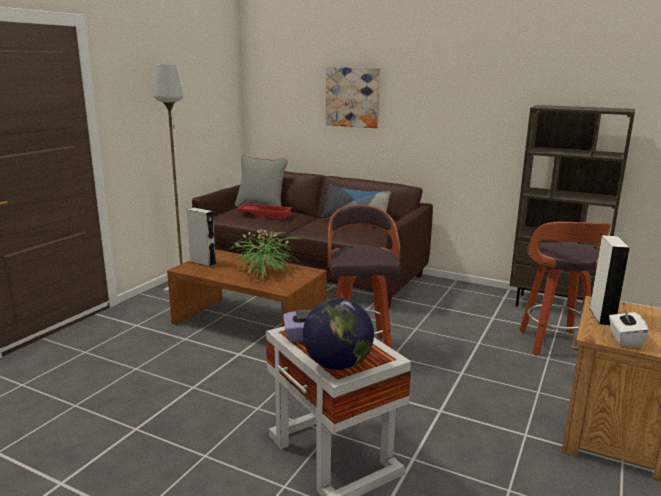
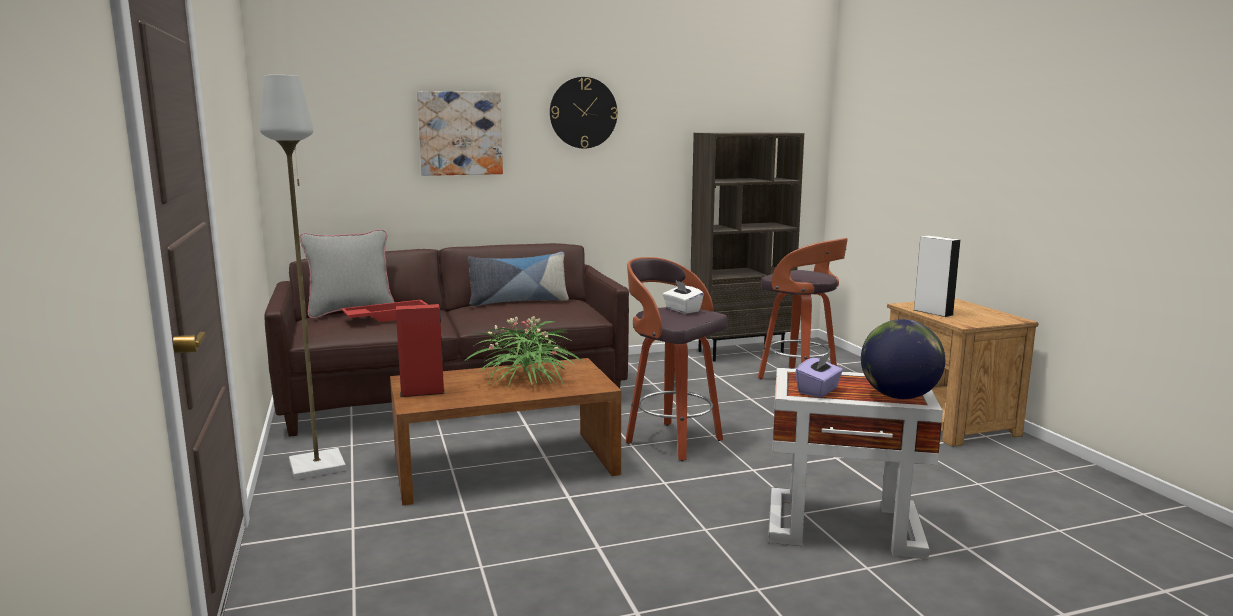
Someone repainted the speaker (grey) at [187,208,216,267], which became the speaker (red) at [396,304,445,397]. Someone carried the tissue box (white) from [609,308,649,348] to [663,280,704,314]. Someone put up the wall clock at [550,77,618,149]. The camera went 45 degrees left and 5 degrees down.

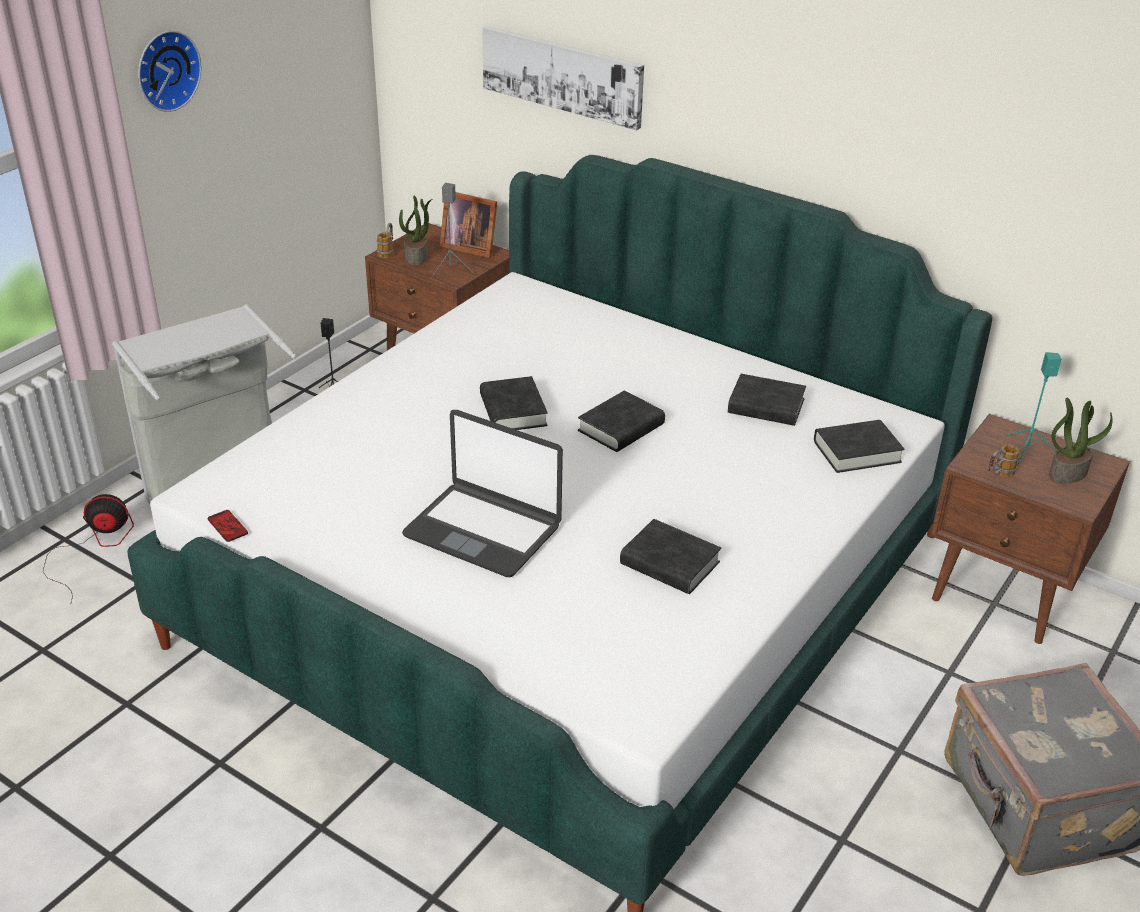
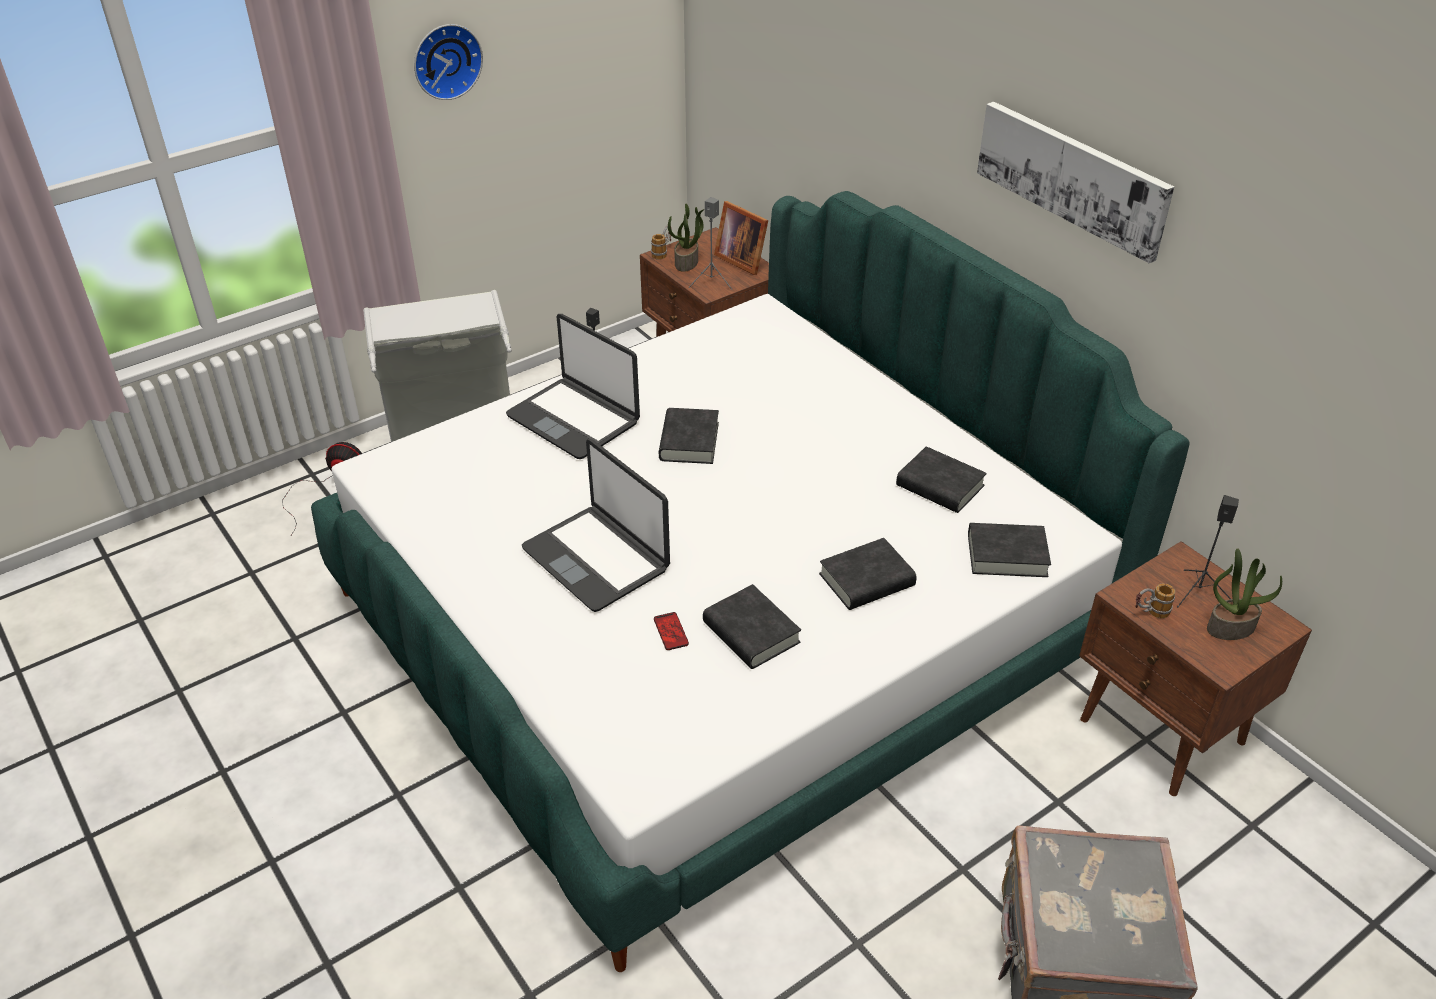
Someone carried the phone from [208,510,248,542] to [654,612,689,650]. Someone carried the picture from [482,26,644,130] to [977,102,1174,263]. Someone carried the book (black) from [578,390,665,452] to [819,538,917,610]. Someone repainted the speaker (turquoise) at [1005,352,1061,466], which became the speaker (black) at [1177,495,1239,608]. Someone put down the laptop at [506,314,640,459]. The camera went 20 degrees right and 5 degrees up.

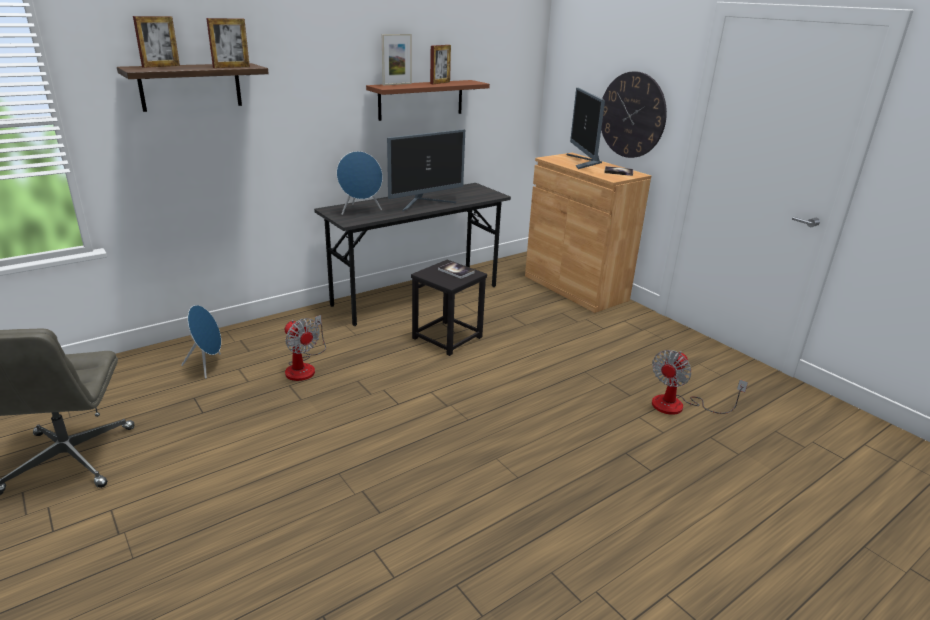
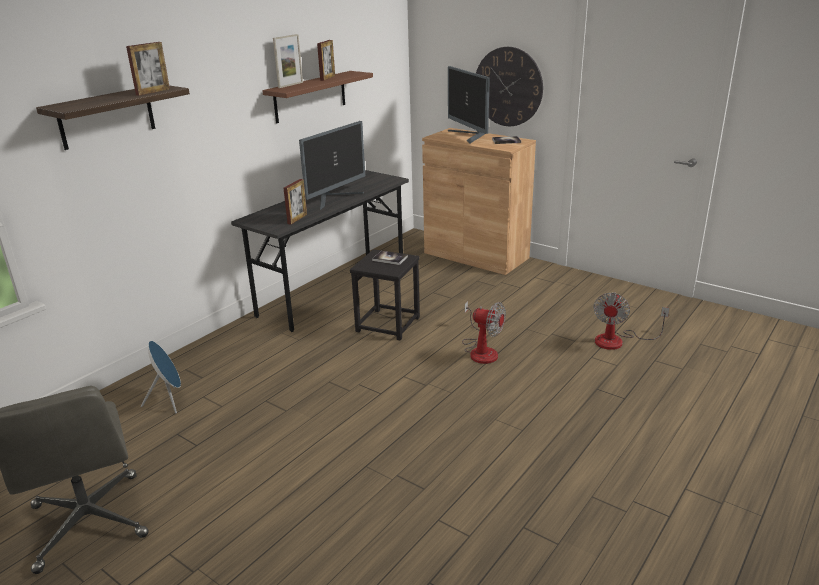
Someone carried the picture frame from [133,16,180,68] to [284,179,307,225]. Someone carried the fan from [285,315,326,381] to [462,301,506,364]. Someone took away the speaker (blue) at [337,151,383,215]. The camera went 15 degrees left and 0 degrees up.

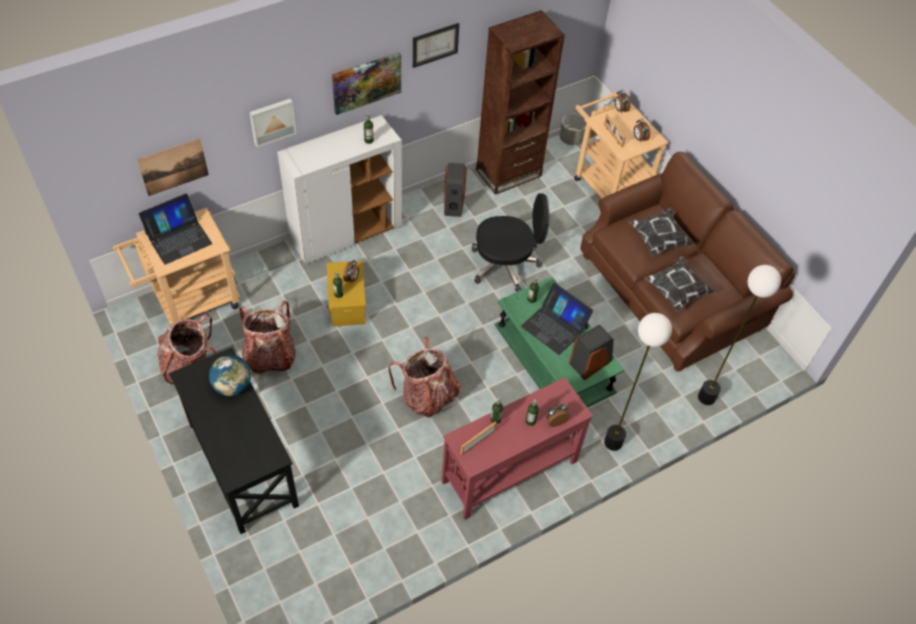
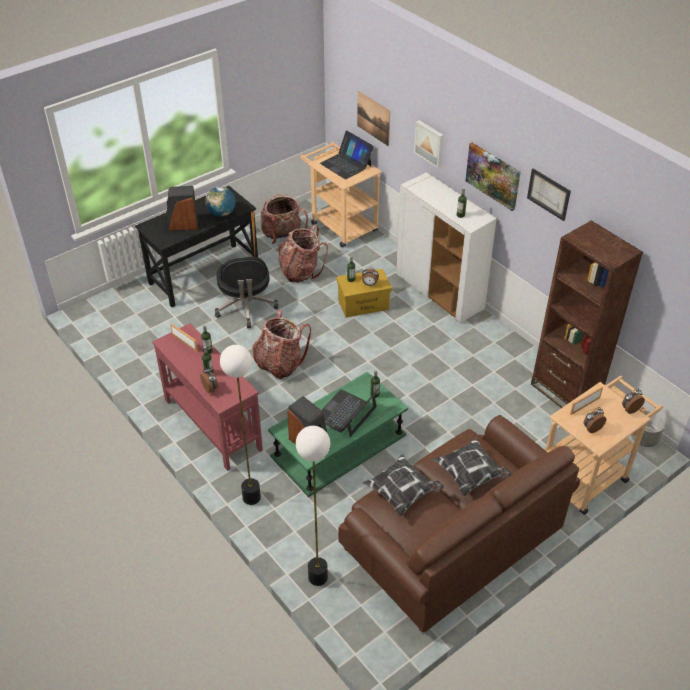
Someone carried the speaker from [444,163,467,217] to [166,186,198,231]. Someone carried the office chair (black) from [472,193,549,292] to [215,257,279,328]. The camera went 85 degrees right and 10 degrees down.

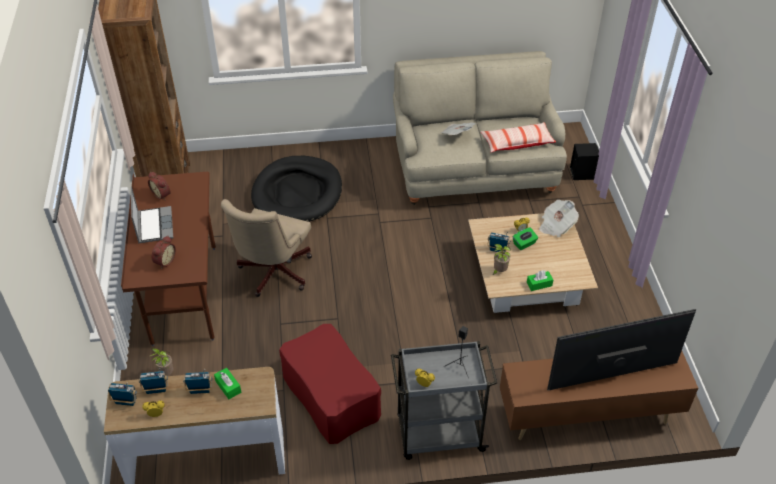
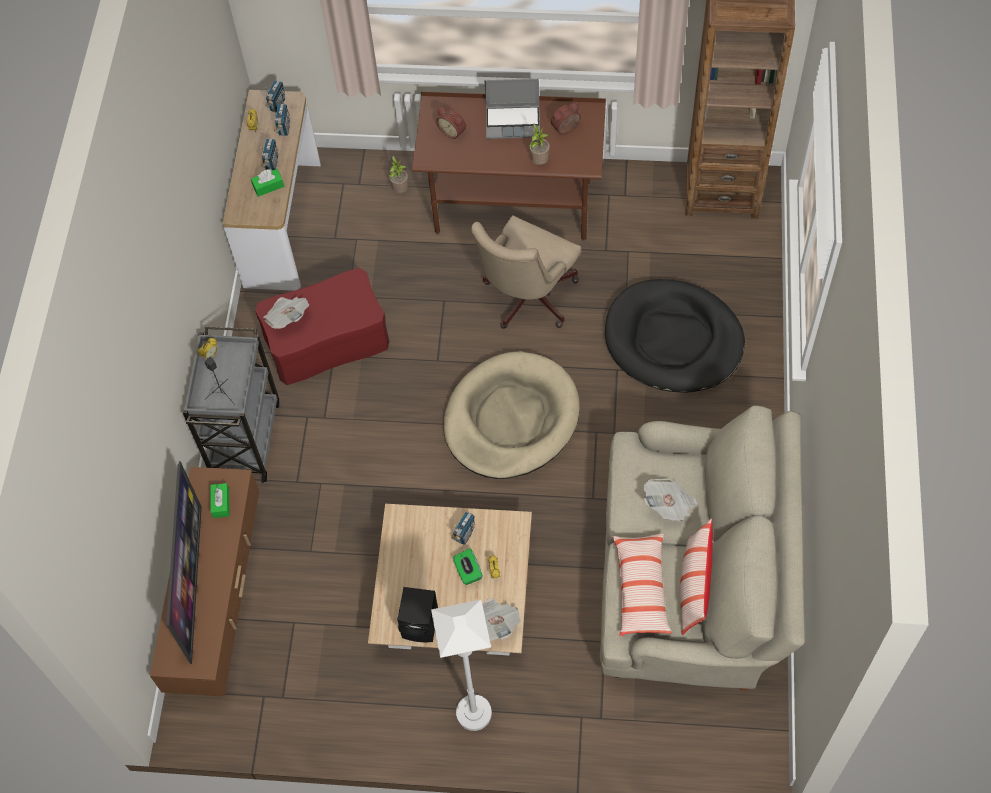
Someone rotated the office chair (beige) at [221,199,312,297] by 90 degrees counterclockwise. Someone carried the potted plant from [493,244,510,275] to [529,124,550,165]. Someone carried the tissue box (green) from [527,270,553,291] to [210,483,230,518]. Someone carried the speaker (black) from [570,143,599,180] to [397,587,438,642]. Someone put down the newspaper at [263,297,310,329]. Someone put down the floor lamp (white) at [431,600,492,731]. Someone put down the dog bed (beige) at [443,351,580,479]. Someone put down the pillow at [680,518,713,635]. The camera went 105 degrees right and 15 degrees up.

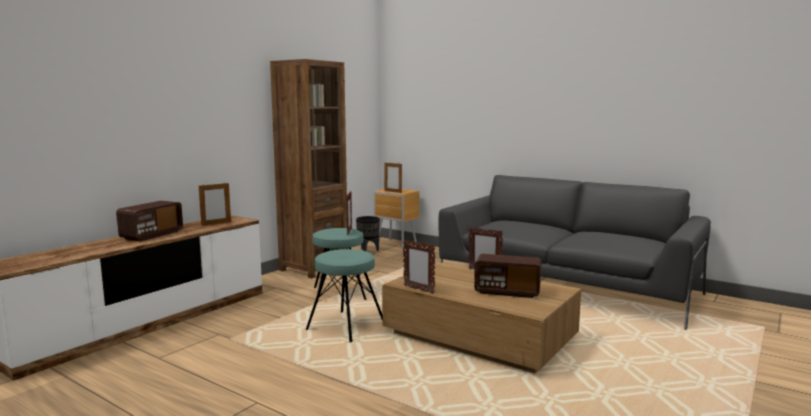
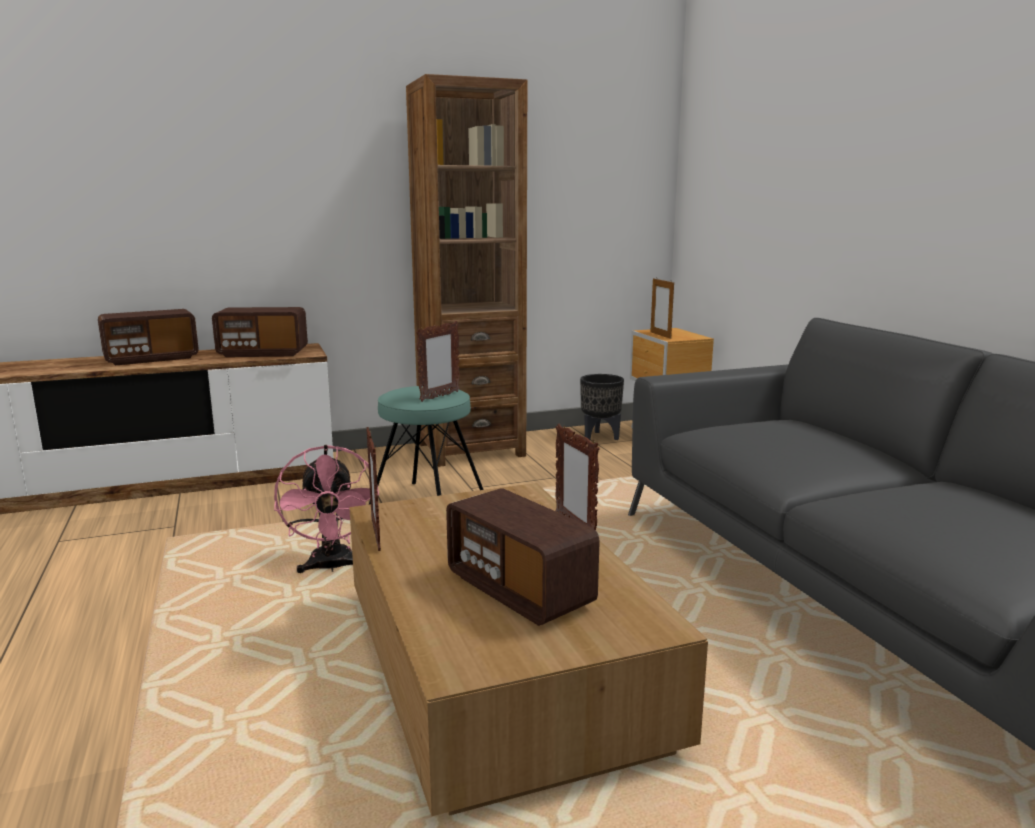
Someone swapped the picture frame at [199,182,231,226] for the radio at [212,307,308,357]. Someone swapped the stool (turquoise) at [306,249,382,343] for the fan (pink) at [274,445,379,573]. The camera went 35 degrees right and 5 degrees up.

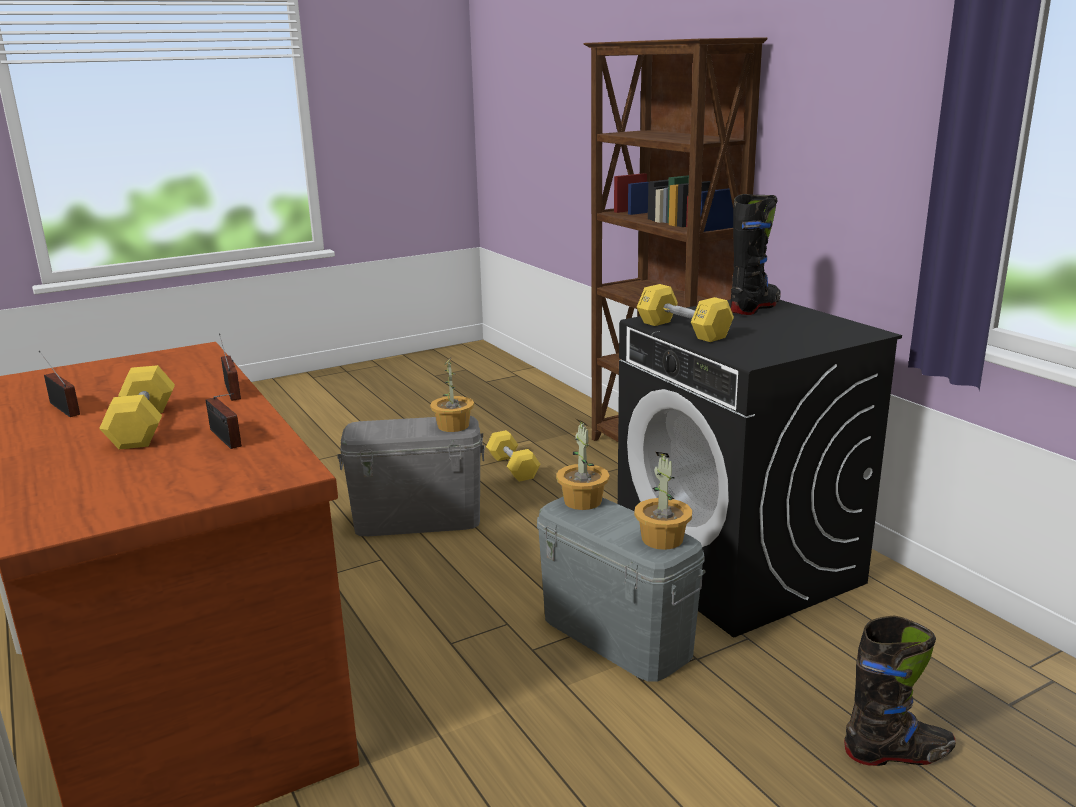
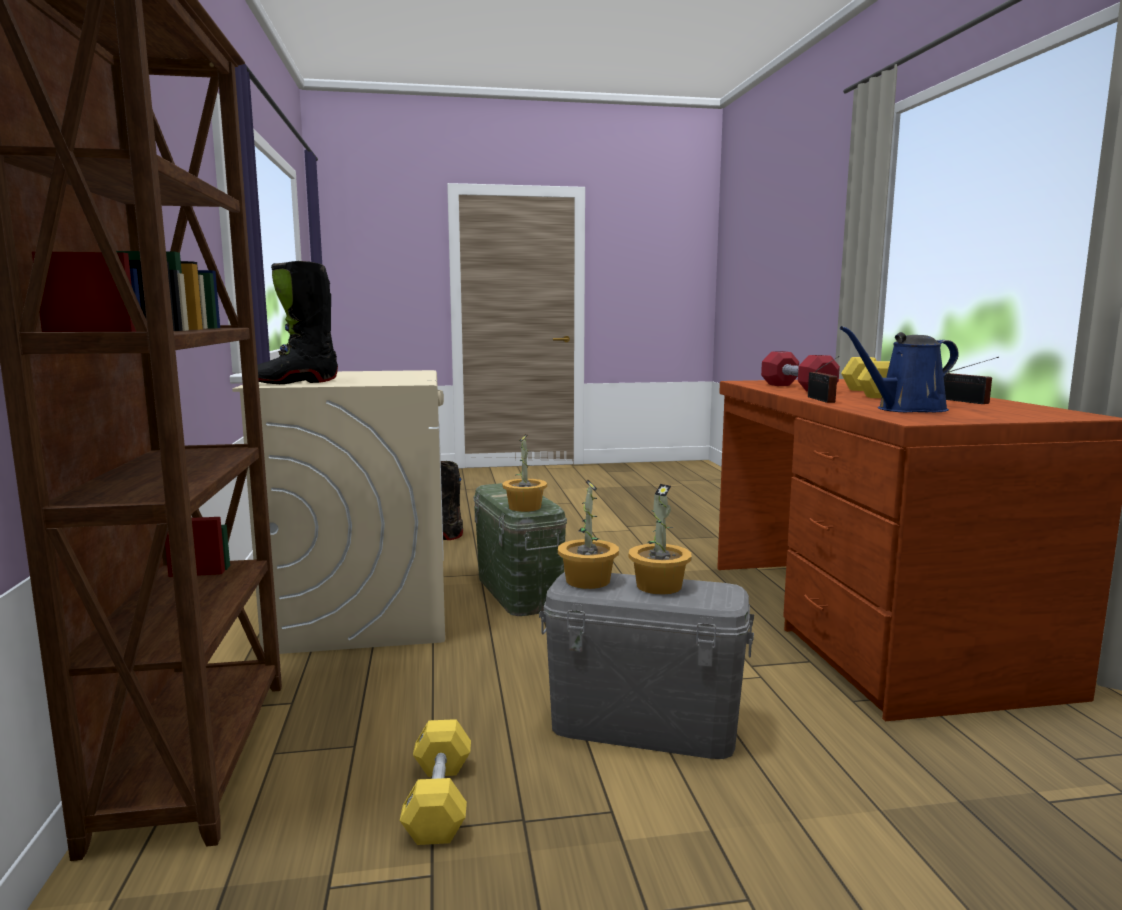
Someone swapped the radio at [206,393,242,449] for the dumbbell (red) at [761,351,840,392]. Someone repainted the storage box (grey) at [537,497,705,682], which became the storage box (green) at [474,483,567,616]. Someone repainted the washing machine (black) at [618,299,902,637], which became the washing machine (beige) at [232,370,445,654]. Someone carried the potted plant from [634,452,692,550] to [629,484,691,595]. Someone took away the dumbbell (yellow) at [637,284,734,342]. Someone put down the watering can (blue) at [840,326,959,412]. The camera went 160 degrees left and 10 degrees down.

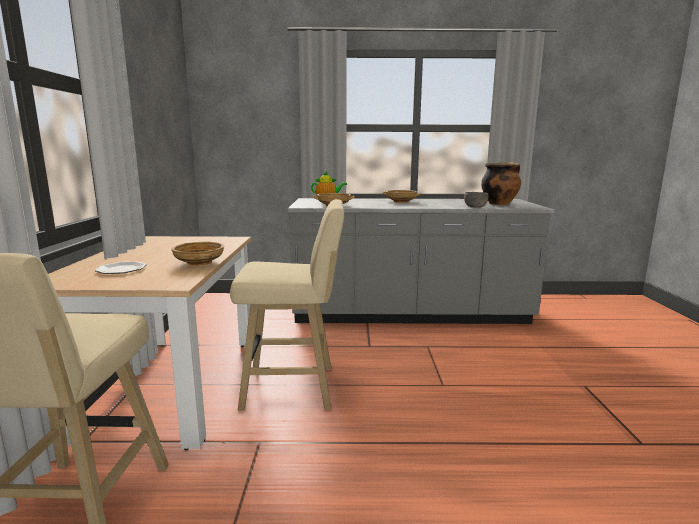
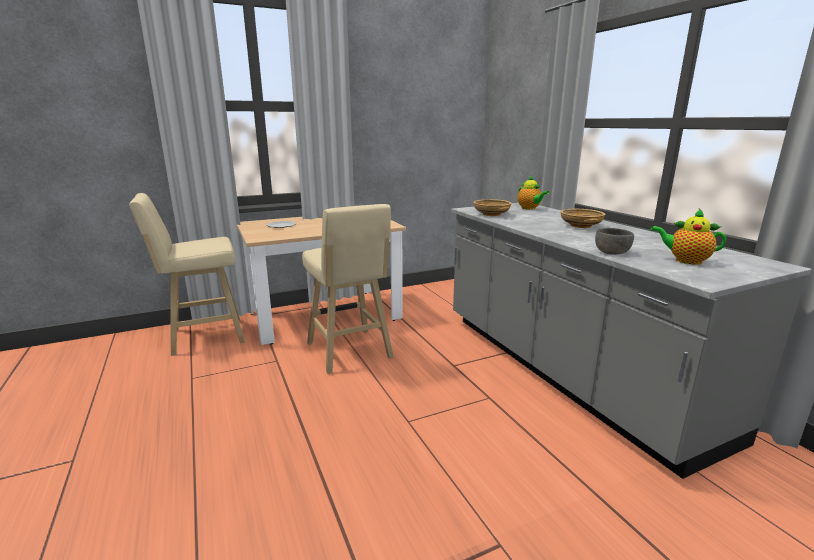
Someone took away the bowl (beige) at [171,242,225,266]. Someone swapped the cooking pot at [481,162,521,205] for the teapot at [651,208,726,265]. The camera went 65 degrees right and 5 degrees up.

